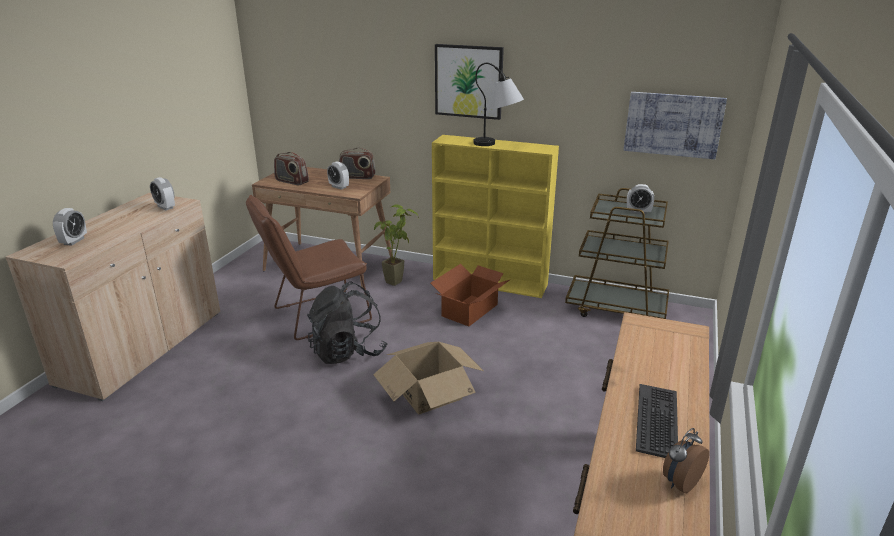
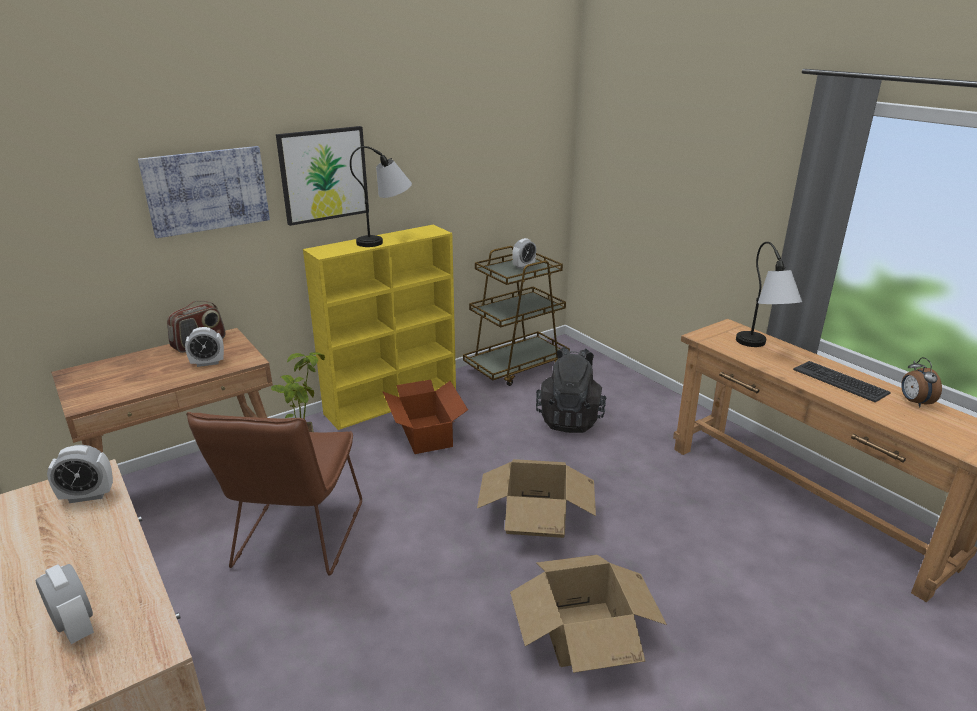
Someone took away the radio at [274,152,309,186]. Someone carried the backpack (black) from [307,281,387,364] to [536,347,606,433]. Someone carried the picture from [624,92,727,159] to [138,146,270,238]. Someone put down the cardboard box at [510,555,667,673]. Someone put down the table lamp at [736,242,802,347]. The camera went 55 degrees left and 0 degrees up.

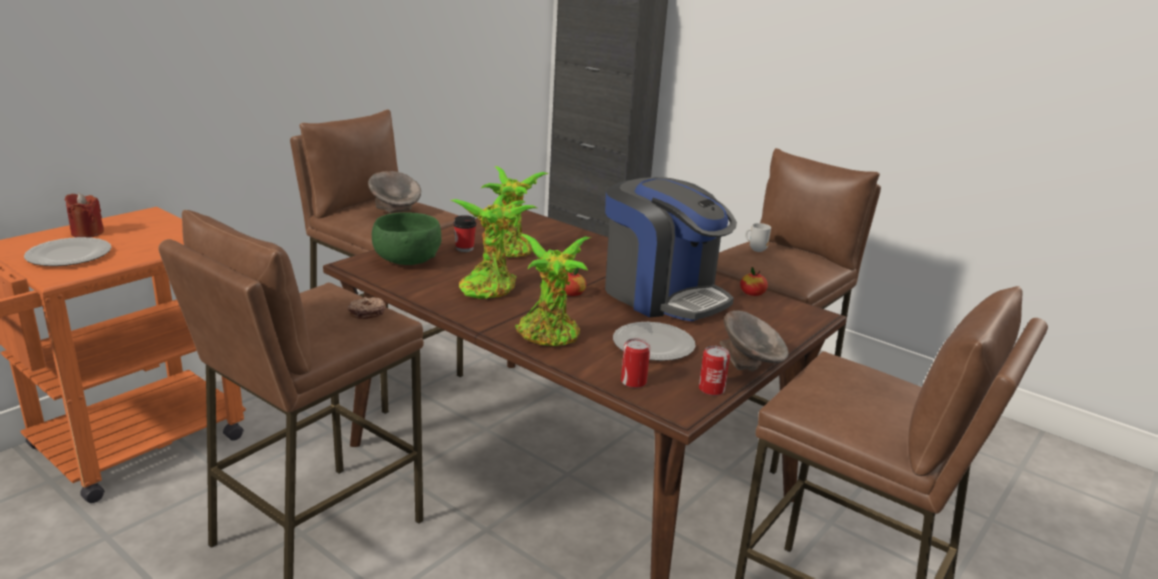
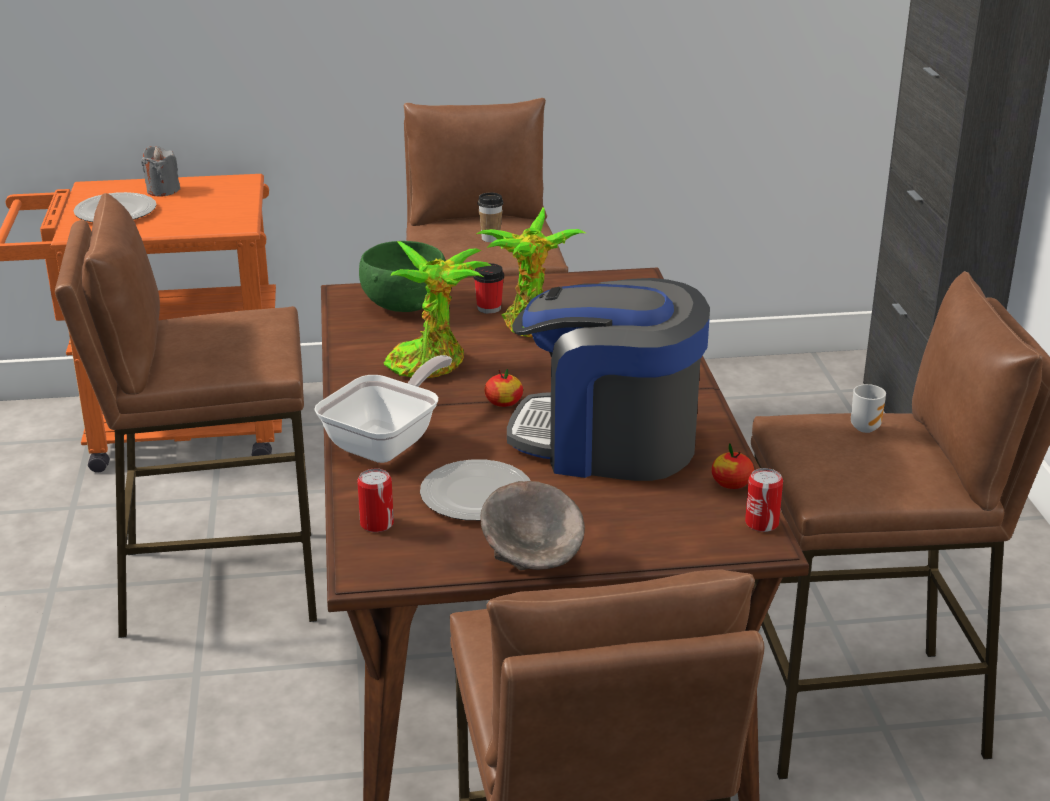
Someone repainted the candle (red) at [65,193,104,237], which became the candle (grey) at [141,146,180,196]. Someone took away the donut at [347,297,386,319]. Someone swapped the bowl (grey) at [368,171,421,213] for the cup at [477,193,503,242]. Someone swapped the potted plant at [515,234,591,346] for the frying pan at [314,355,452,463]. Someone rotated the coffee machine at [605,177,737,321] by 105 degrees clockwise. Someone carried the can from [699,346,730,396] to [745,468,783,532]. The camera went 45 degrees right and 5 degrees up.

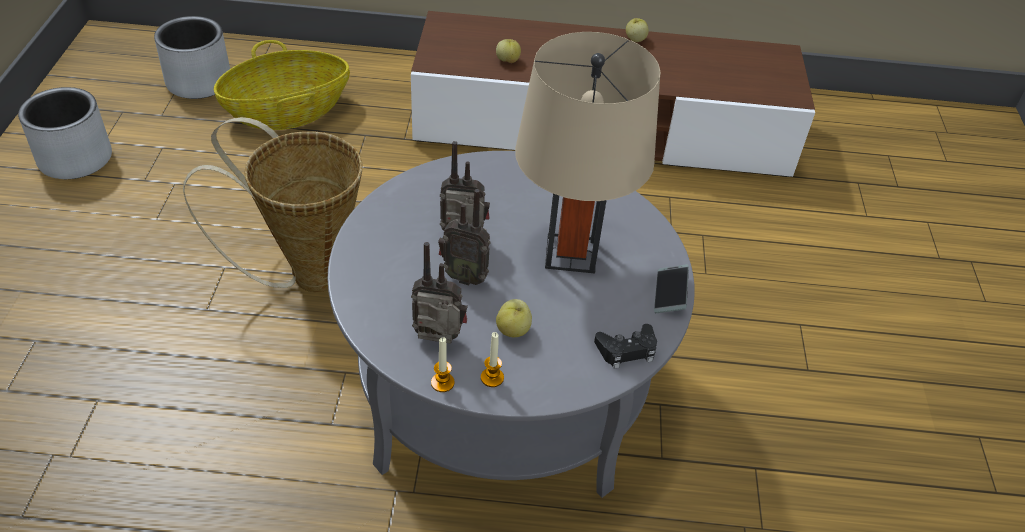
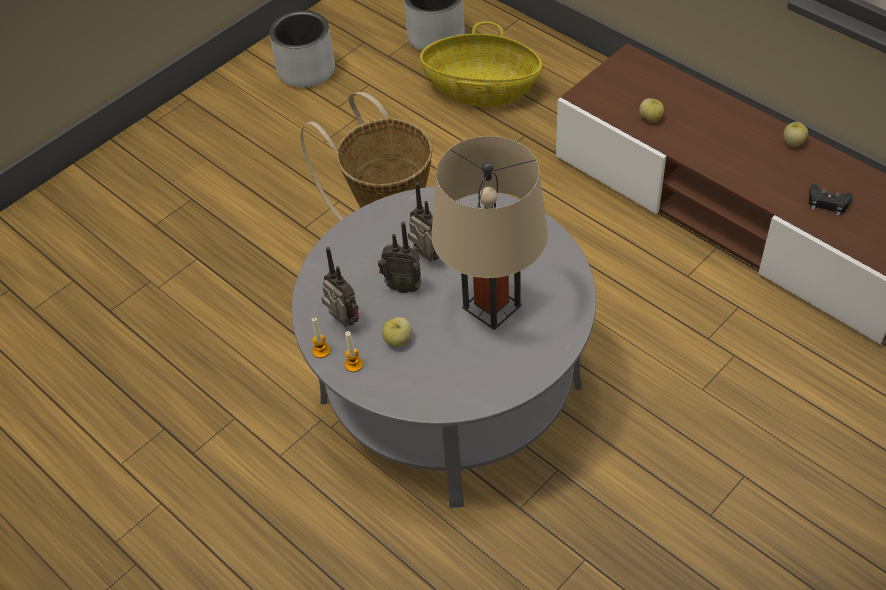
Someone rotated the radio at [438,189,491,286] by 45 degrees counterclockwise. Someone carried the game controller (black) from [594,324,657,368] to [809,184,853,216]. Someone took away the phone at [654,264,689,313]. The camera went 45 degrees right and 5 degrees up.

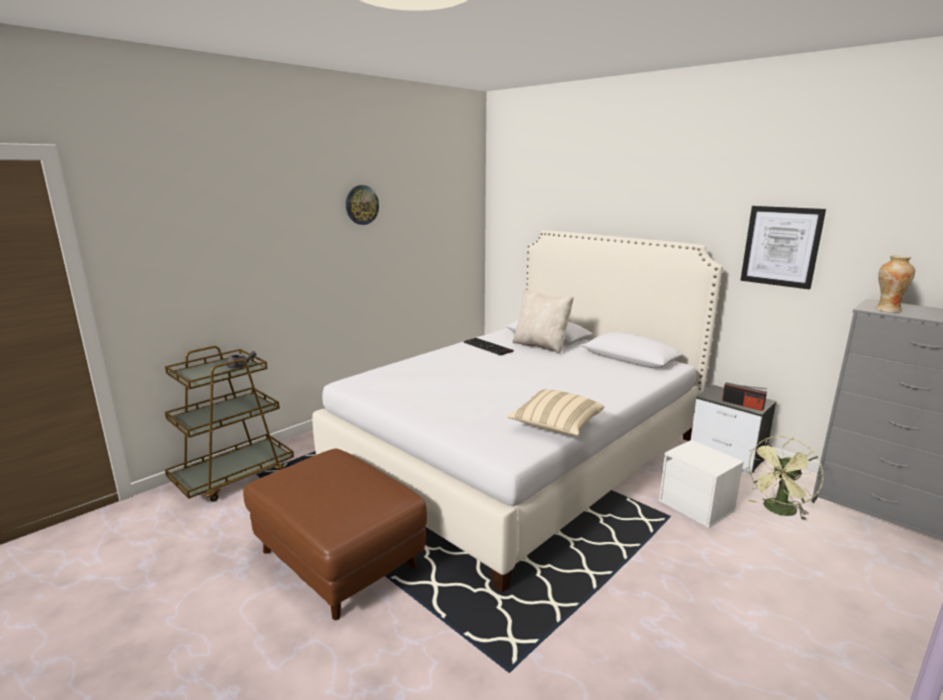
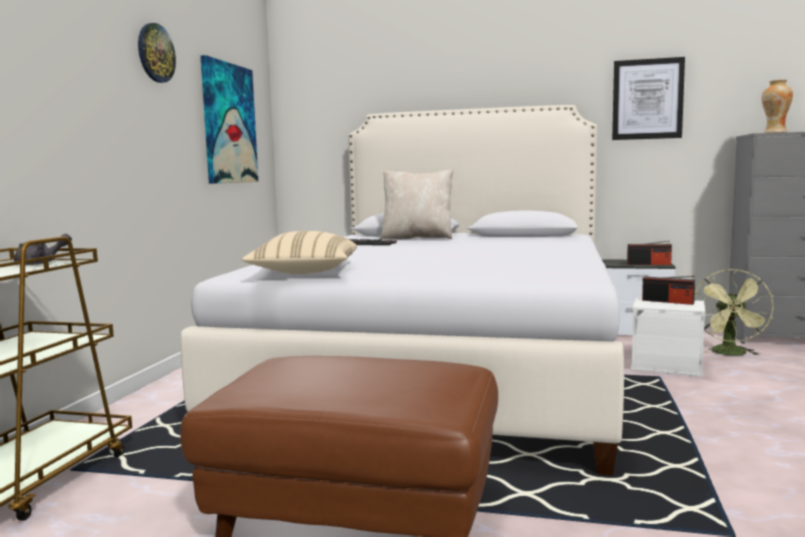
Someone carried the pillow (beige) from [507,389,604,436] to [242,231,357,274]. Someone put up the picture at [201,55,258,184]. Someone put down the radio at [642,276,695,305]. The camera went 30 degrees left and 10 degrees down.

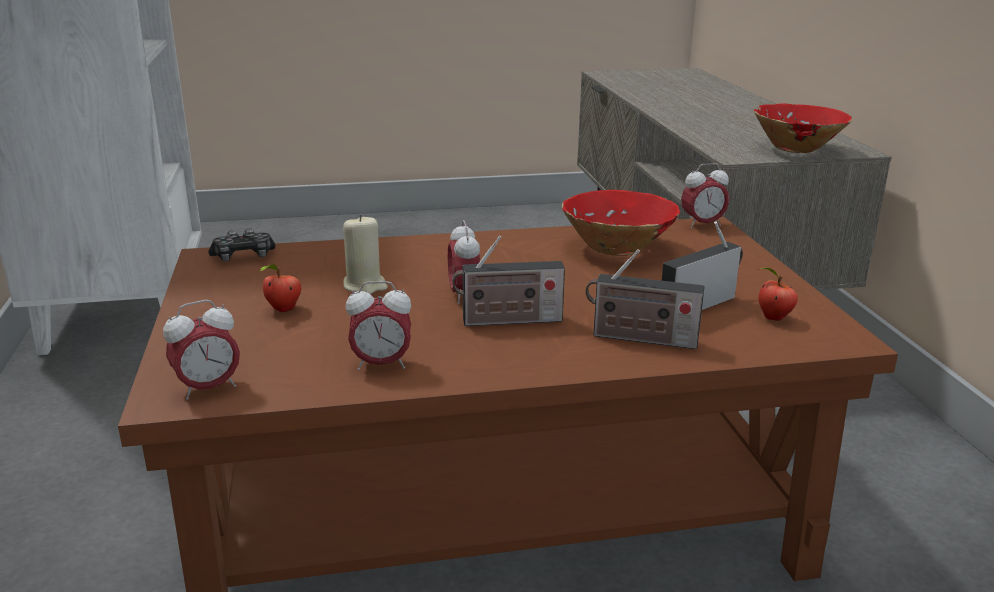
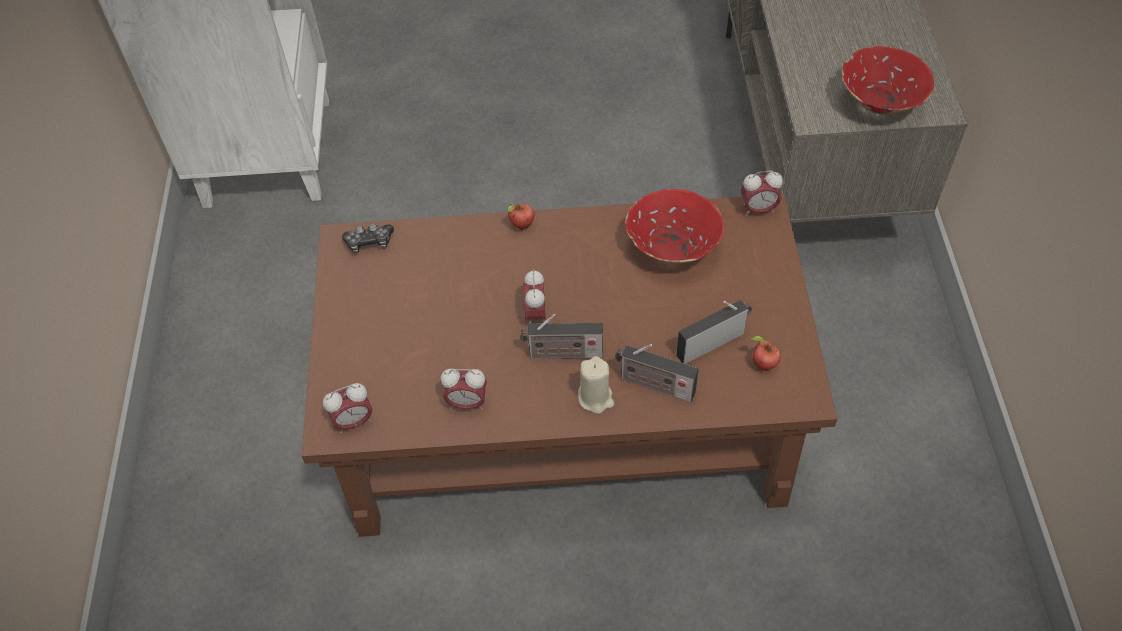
Someone carried the apple from [260,264,301,313] to [508,203,534,230]. Someone carried the candle (beige) from [343,214,388,294] to [578,356,614,414]. The camera went 10 degrees right and 30 degrees up.

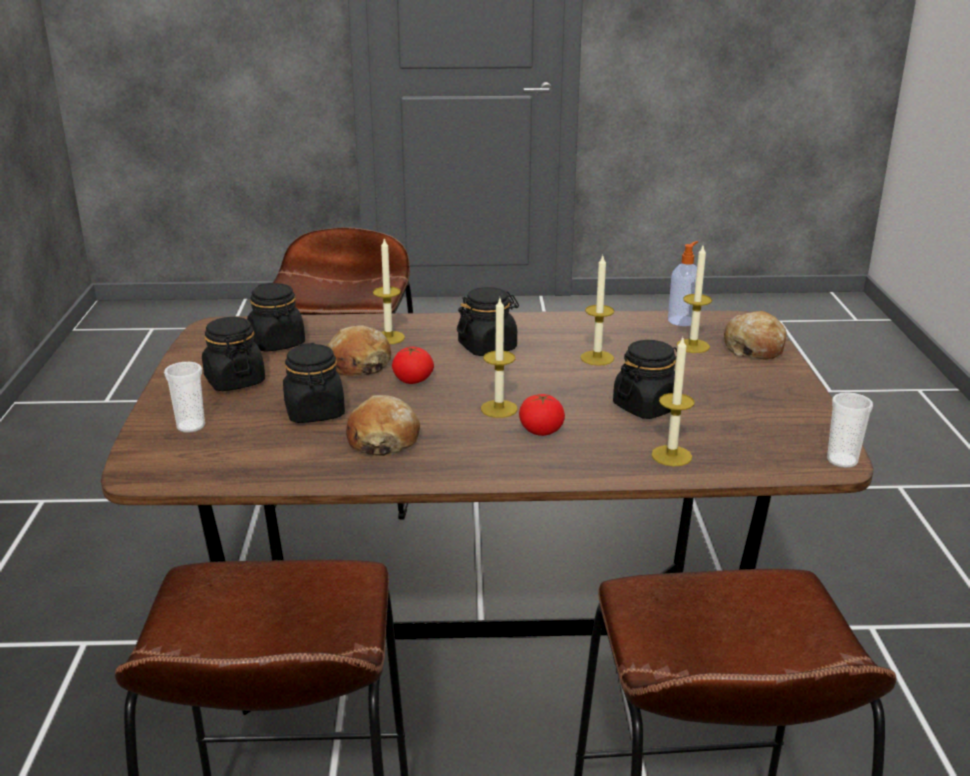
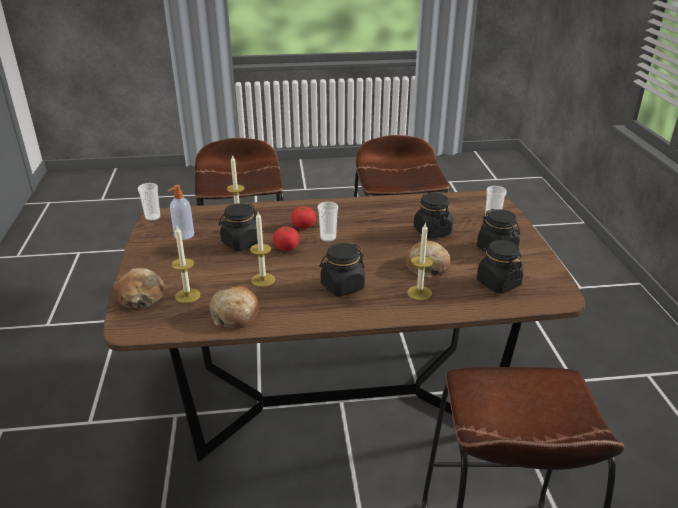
Someone carried the bread from [346,395,420,456] to [209,286,259,329]. Someone carried the tomato from [392,346,434,384] to [273,227,299,251]. Someone swapped the candle at [481,298,518,418] for the cup at [318,202,338,242]. Someone carried the soap dispenser from [668,241,698,326] to [168,185,194,240]. The camera went 175 degrees right and 5 degrees up.

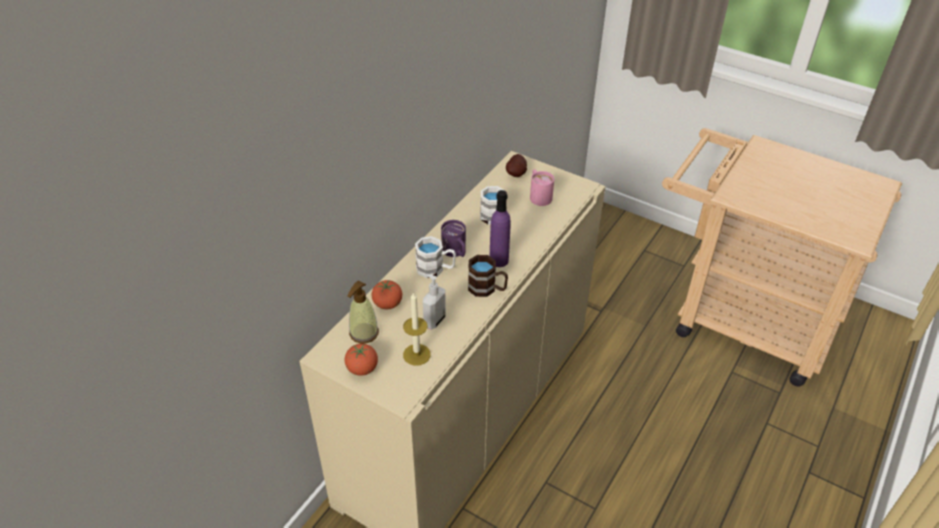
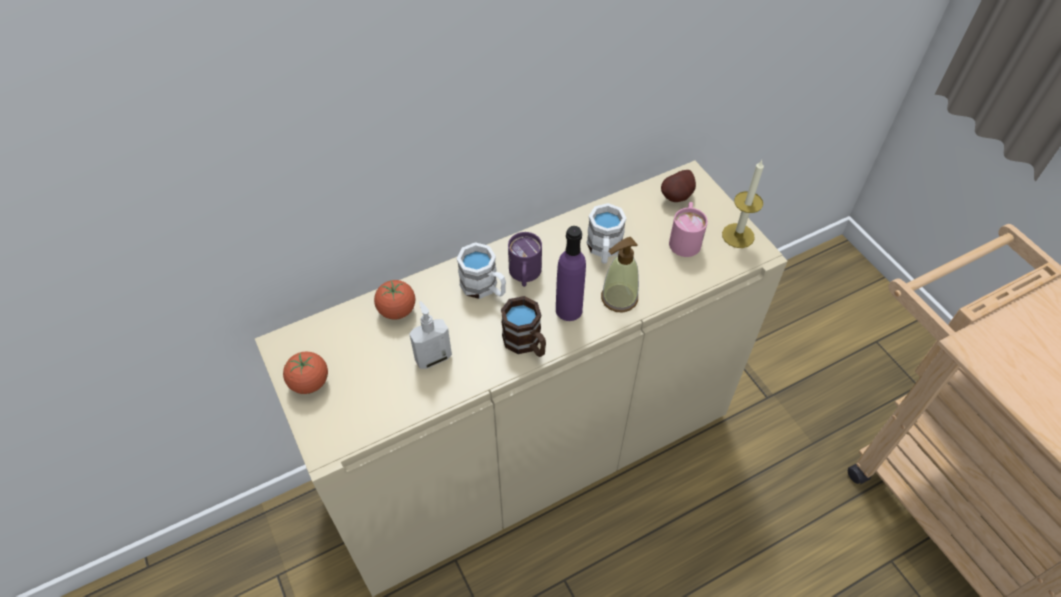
Someone carried the soap dispenser from [348,281,379,344] to [601,237,639,312]. Someone carried the candle from [403,292,431,366] to [722,160,764,248]. The camera went 30 degrees right and 10 degrees up.

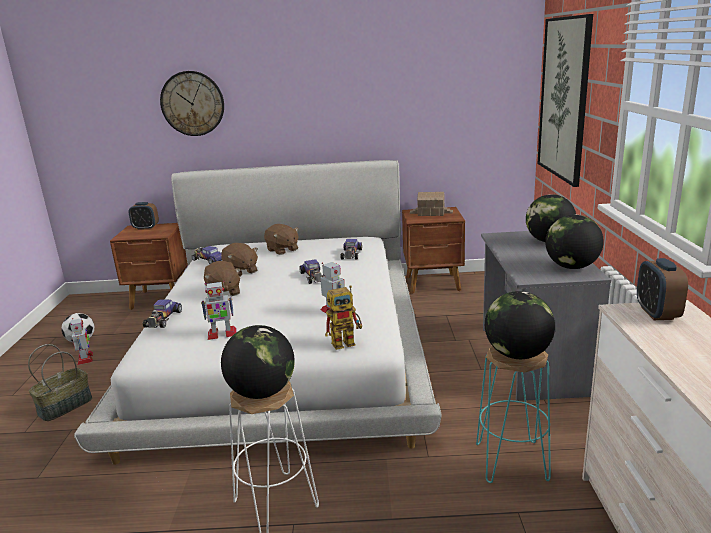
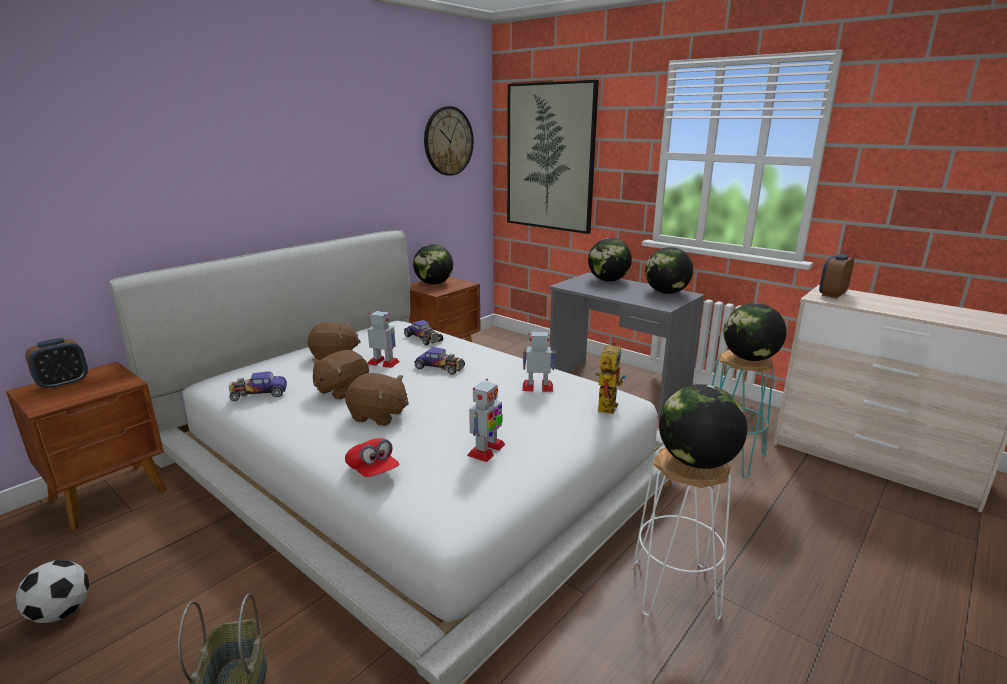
Someone carried the toy robot from [70,318,93,365] to [367,311,400,368]. Someone swapped the toy car at [143,299,182,328] for the cap (red) at [345,438,399,477]. Someone carried the wall clock from [160,71,224,136] to [424,106,474,176]. Someone rotated the plush toy (brown) at [221,243,258,277] by 120 degrees clockwise. Someone swapped the toy house at [410,192,453,216] for the globe at [413,244,453,284]. Someone rotated the alarm clock at [637,258,688,320] by 90 degrees clockwise. The camera went 50 degrees left and 0 degrees up.

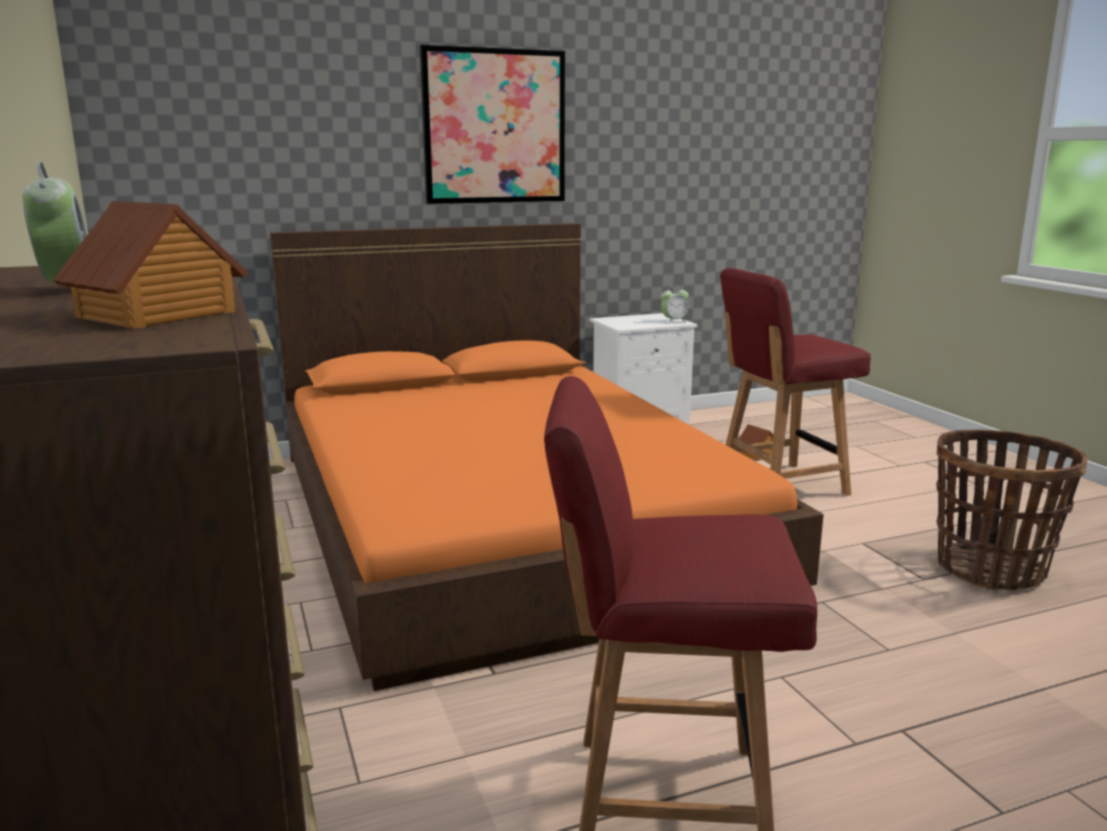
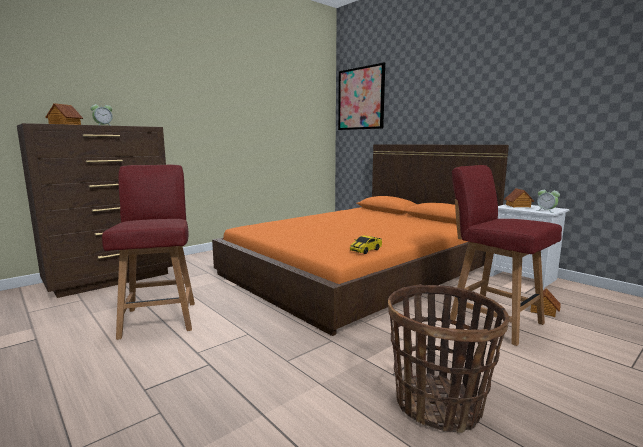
Someone carried the picture from [420,45,565,204] to [338,62,385,130]. Someone put down the toy car at [350,235,382,254]. Someone put down the toy house at [504,188,535,207]. The camera went 70 degrees right and 5 degrees down.

